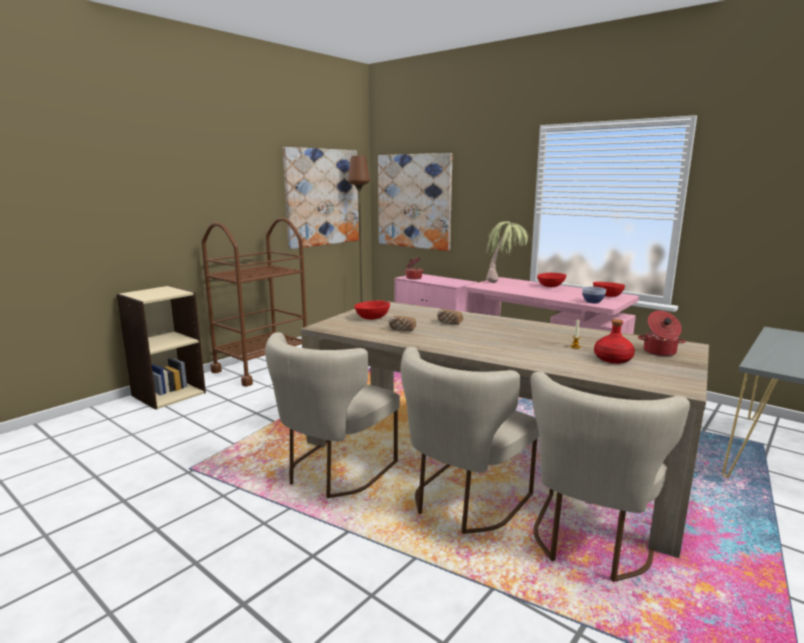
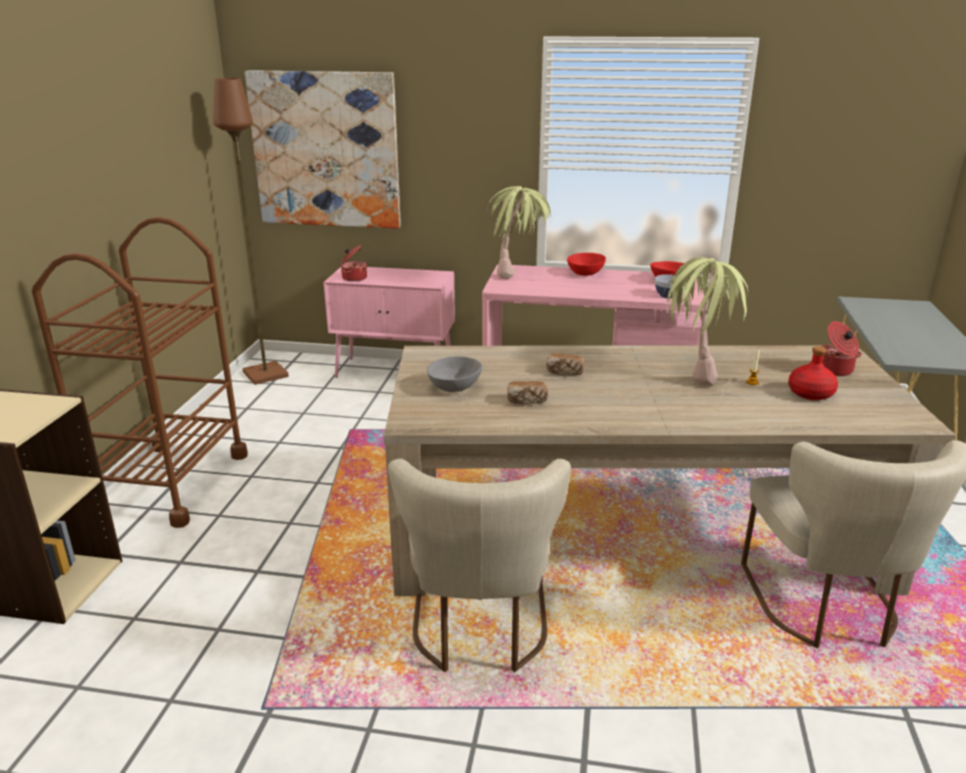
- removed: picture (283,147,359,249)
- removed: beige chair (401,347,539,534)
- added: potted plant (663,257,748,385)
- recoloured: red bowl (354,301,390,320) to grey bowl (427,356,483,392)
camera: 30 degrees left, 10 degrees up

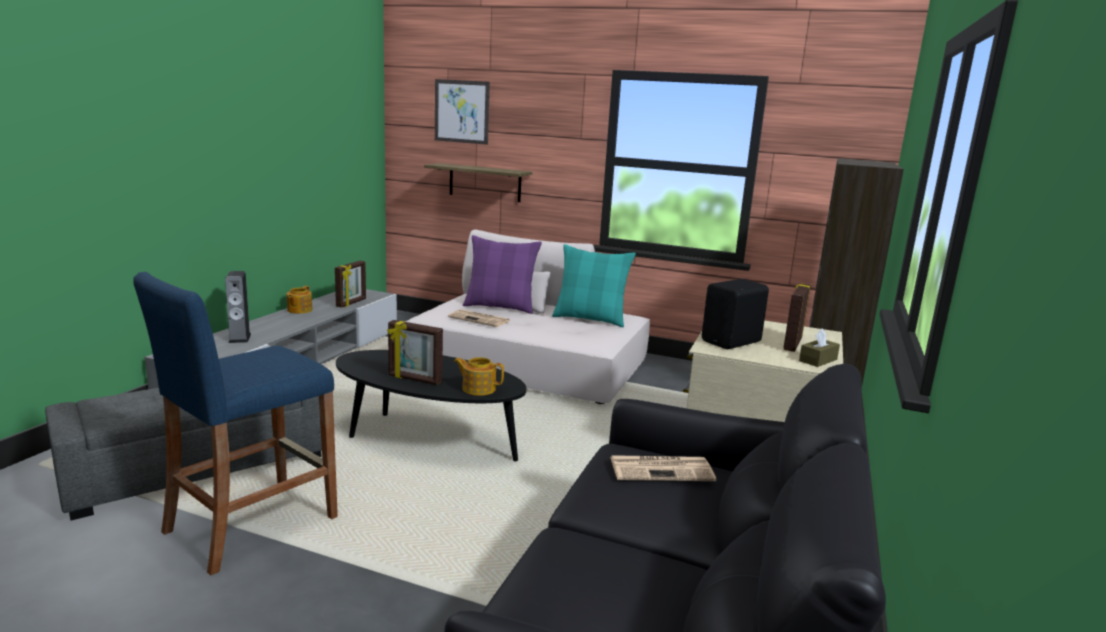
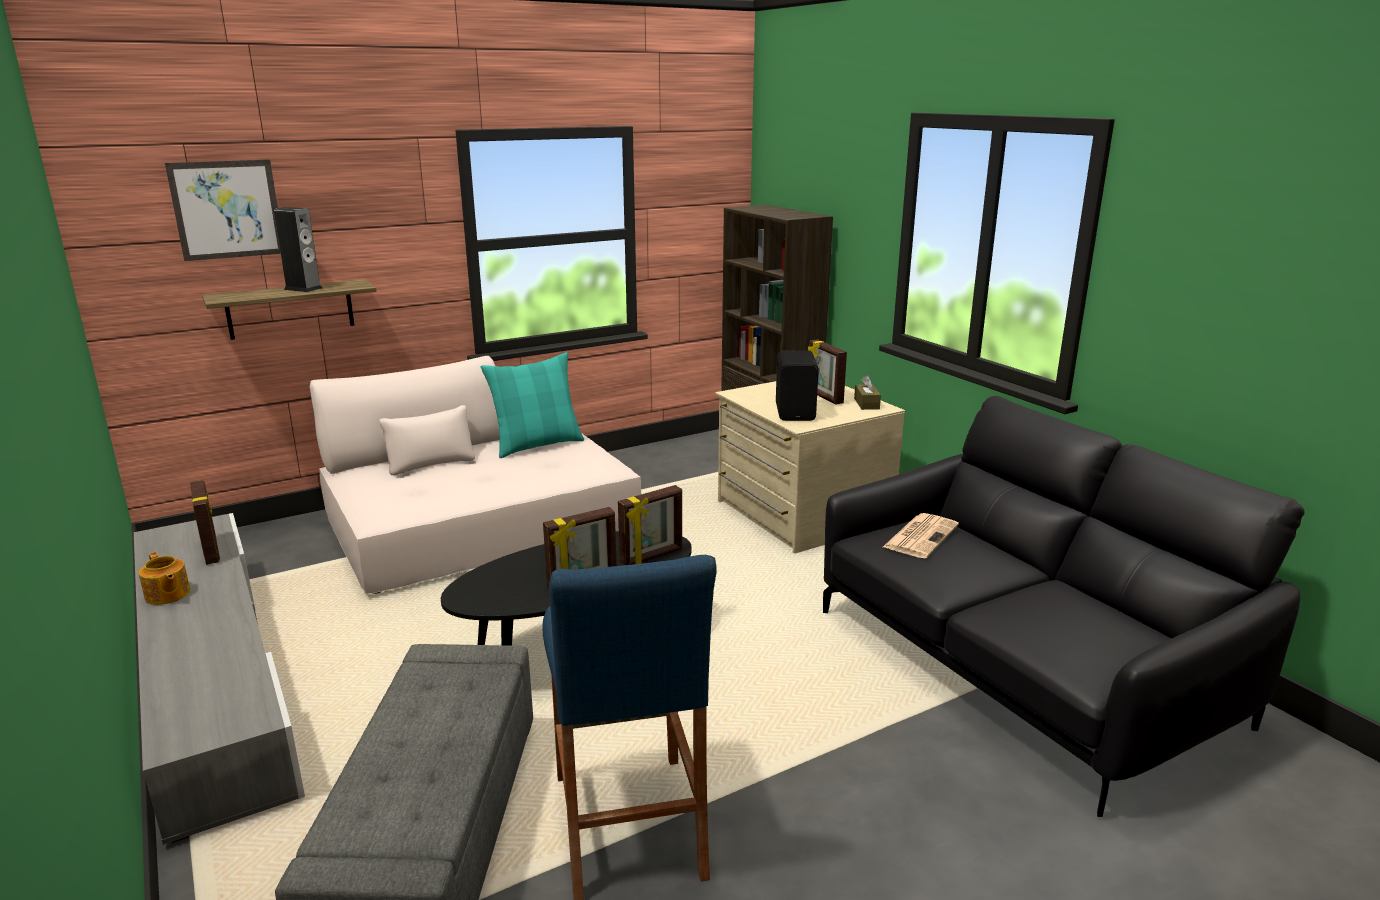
- removed: newspaper (448,309,510,327)
- removed: purple pillow (463,235,542,314)
- moved: speaker (225,271,251,343) to (274,207,323,292)
- replaced: teapot (454,357,504,396) to picture frame (618,485,682,565)
camera: 50 degrees left, 5 degrees up

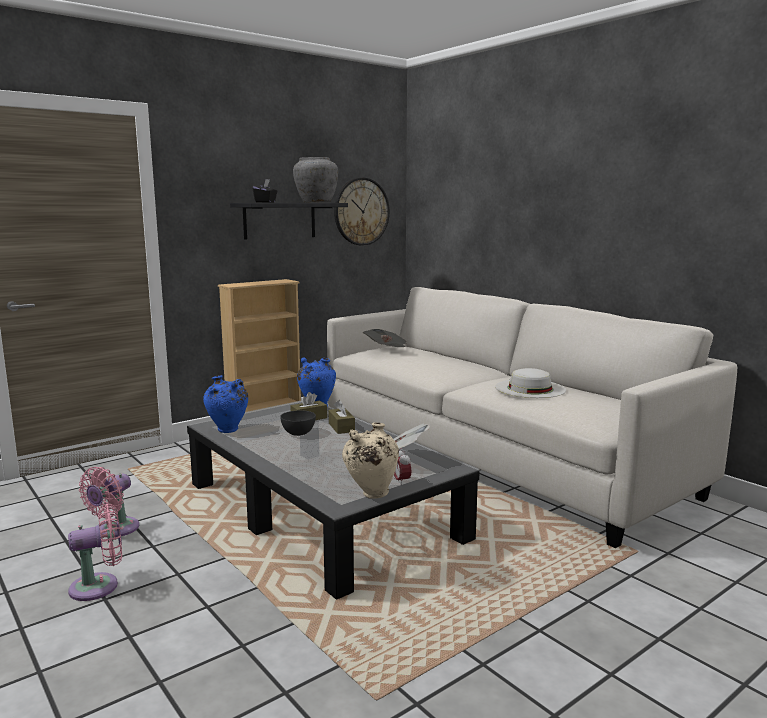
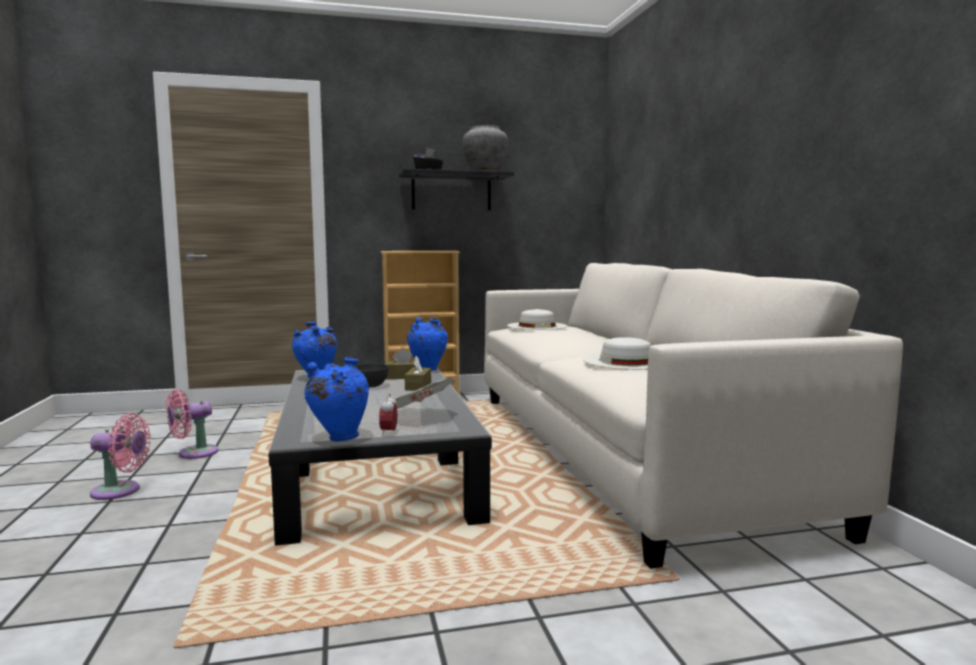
- removed: wall clock (334,178,390,246)
- replaced: newspaper (363,329,406,347) to white hat (507,309,567,330)
- recoloured: beige vase (342,422,399,499) to blue vase (304,357,369,442)
camera: 25 degrees right, 5 degrees down

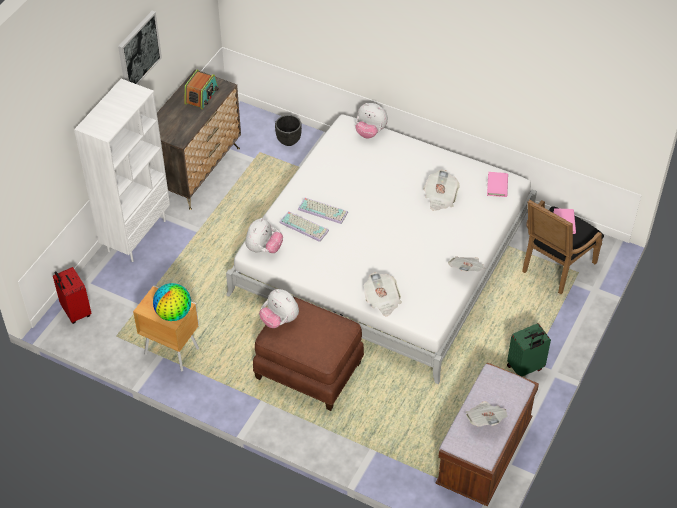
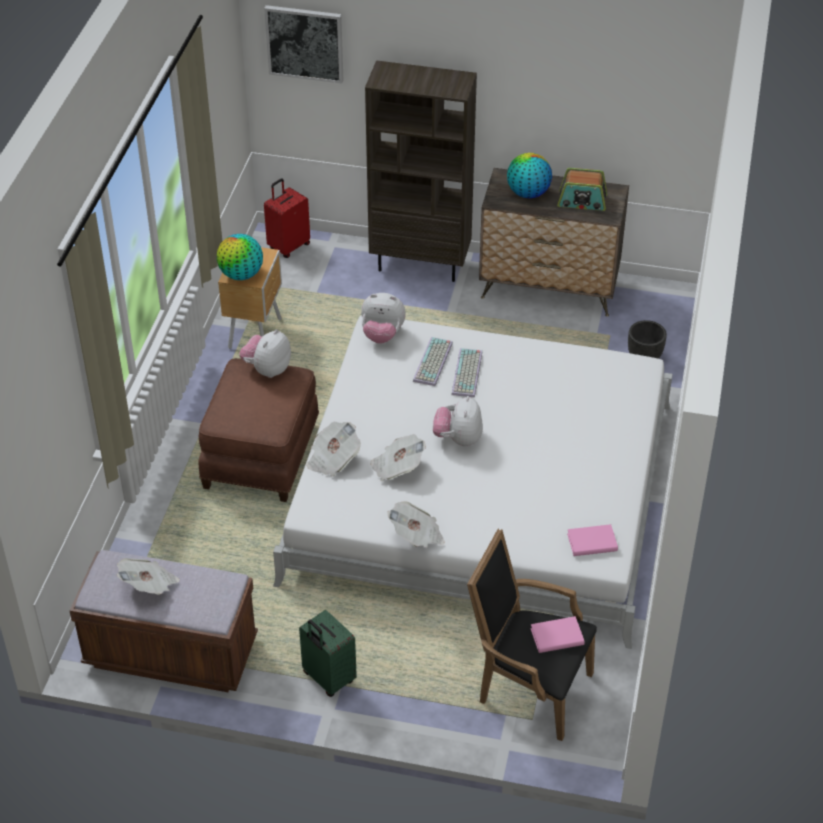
- added: globe (507,153,552,198)
- moved: picture (118,11,162,85) to (264,5,343,84)
- moved: plush toy (355,103,388,139) to (433,396,483,447)
- moved: newspaper (423,170,460,211) to (370,434,426,481)
- recoloured: white bookcase (74,79,170,262) to brown bookcase (365,60,477,282)
camera: 75 degrees right, 5 degrees down

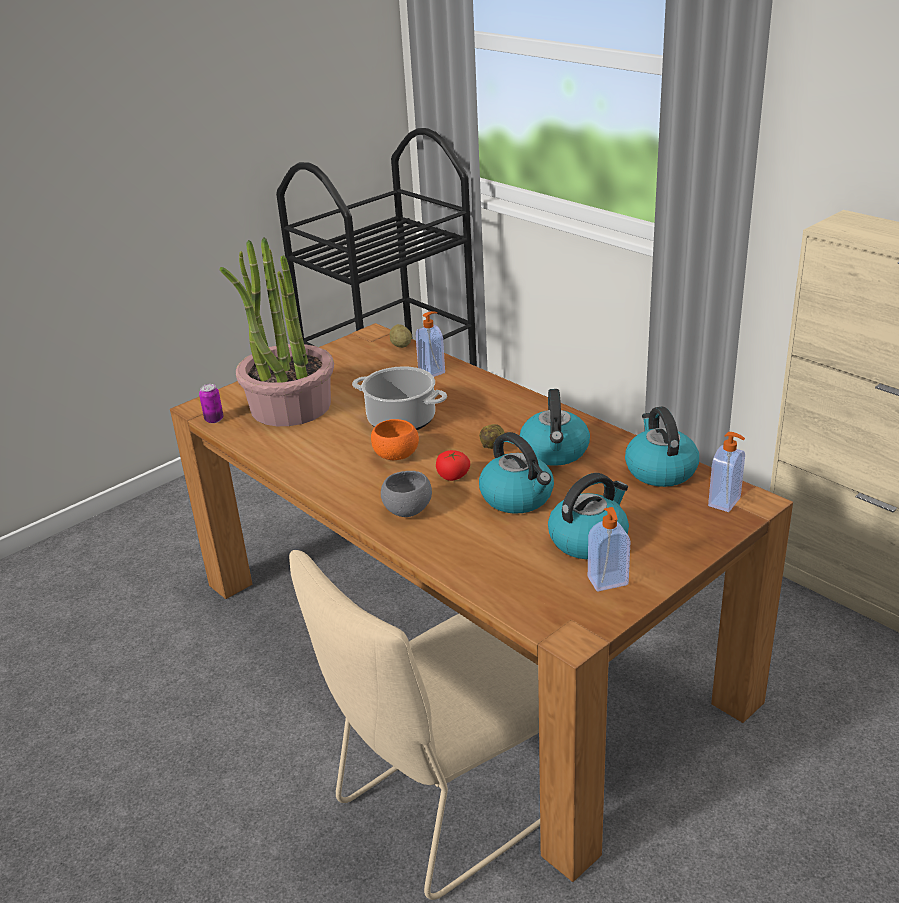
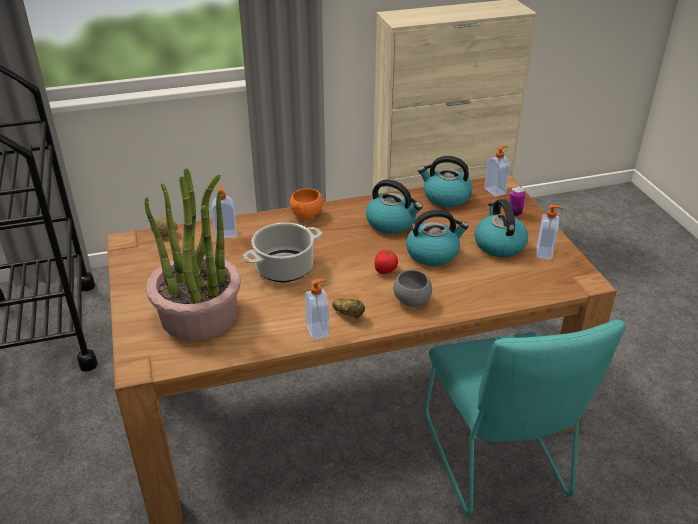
- added: soap dispenser (305,279,329,340)
- moved: can (199,384,223,423) to (509,186,525,216)
- moved: orange bowl (371,419,419,460) to (290,189,323,219)
- moved: potato (479,424,505,449) to (332,298,365,319)
- recoloured: beige chair (289,550,540,900) to turquoise chair (425,320,626,516)
camera: 65 degrees left, 5 degrees up

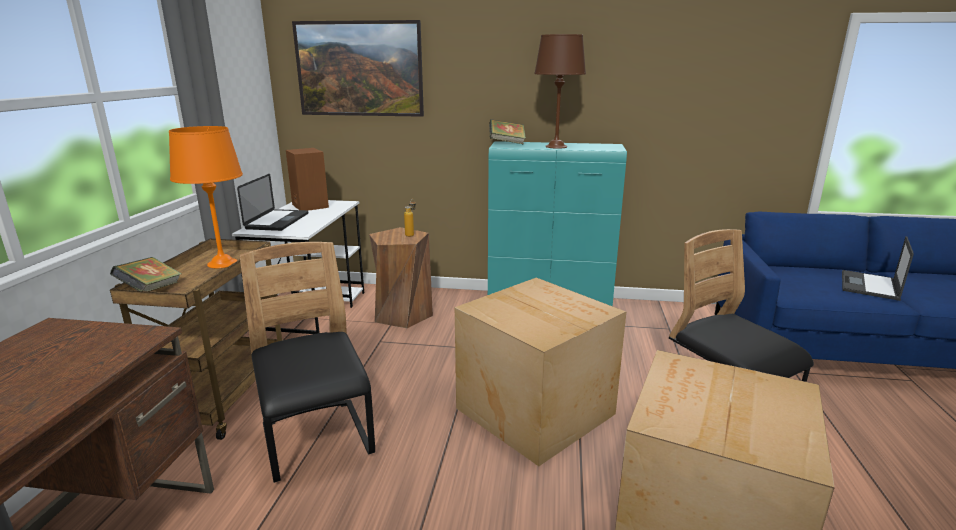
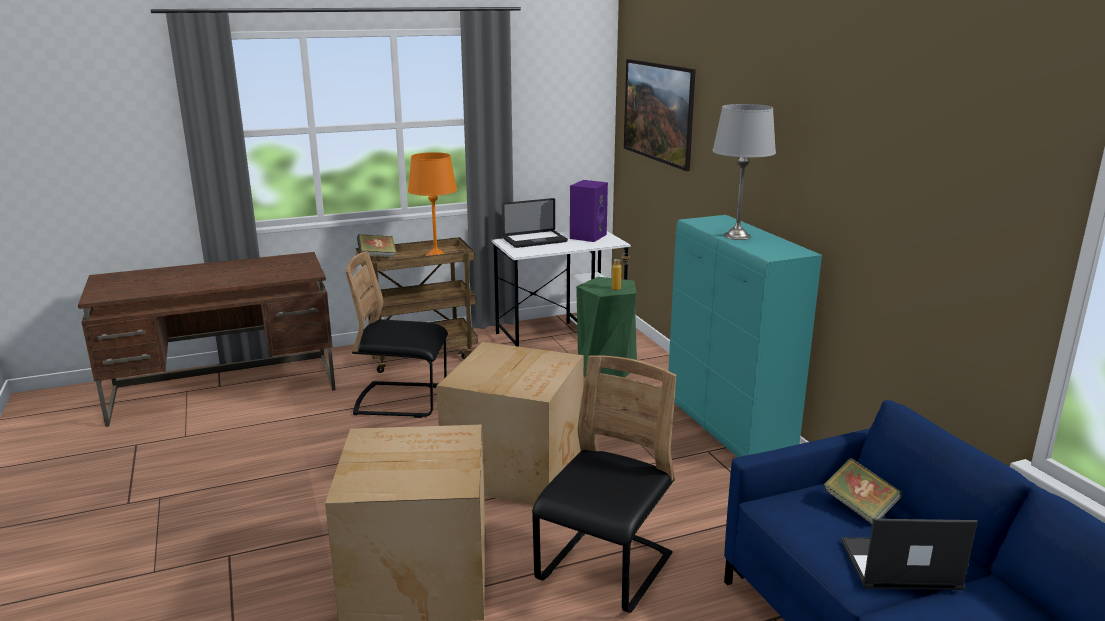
- moved: book (489,119,526,145) to (823,458,902,525)
- recoloured: brown speaker (286,148,329,211) to purple speaker (570,180,608,242)
- recoloured: brown stool (369,227,433,328) to green stool (576,277,637,378)
- recoloured: brown table lamp (534,34,586,149) to grey table lamp (712,104,776,240)
- turned: black chair (240,242,375,483) = (346,251,448,418) 120 degrees counterclockwise
camera: 60 degrees right, 0 degrees up

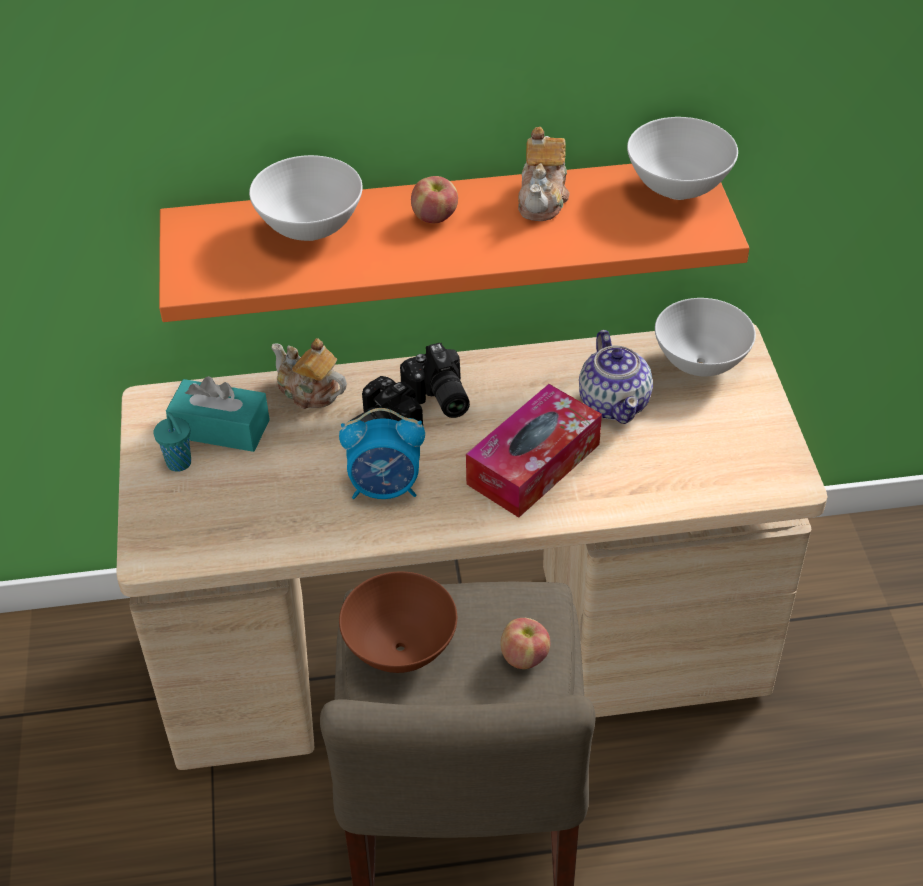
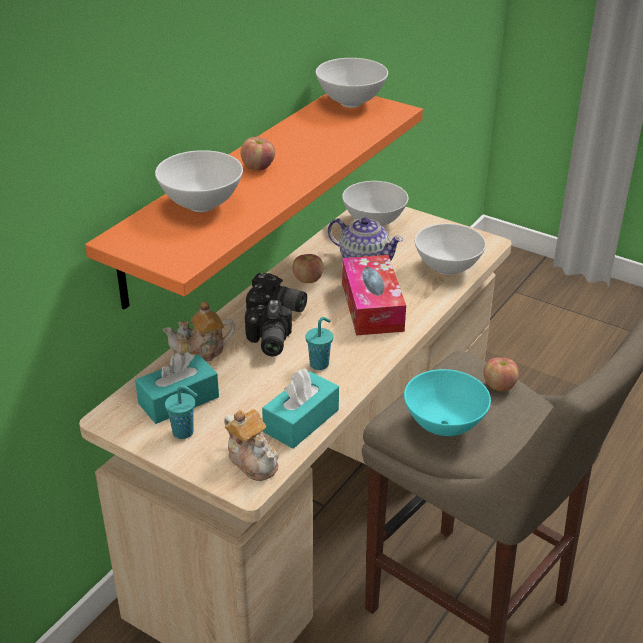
- added: turquoise tissue box (262,368,339,449)
- added: apple (292,254,323,283)
- added: white bowl (415,223,486,275)
- moved: teapot (518,127,569,221) to (224,409,279,481)
- replaced: alarm clock (339,408,425,499) to turquoise cup (305,317,333,370)
- recoloured: brown bowl (339,571,457,673) to turquoise bowl (404,369,491,436)
camera: 50 degrees left, 10 degrees down

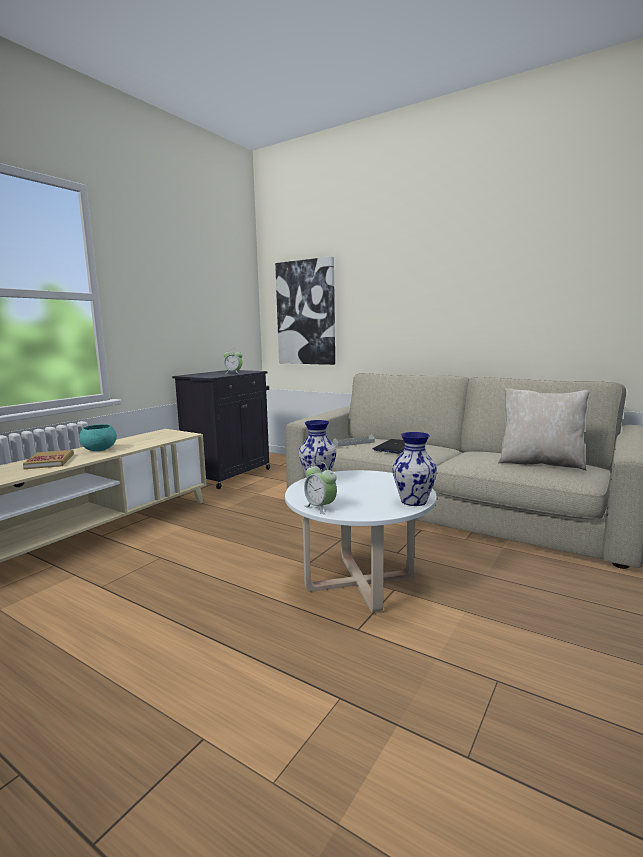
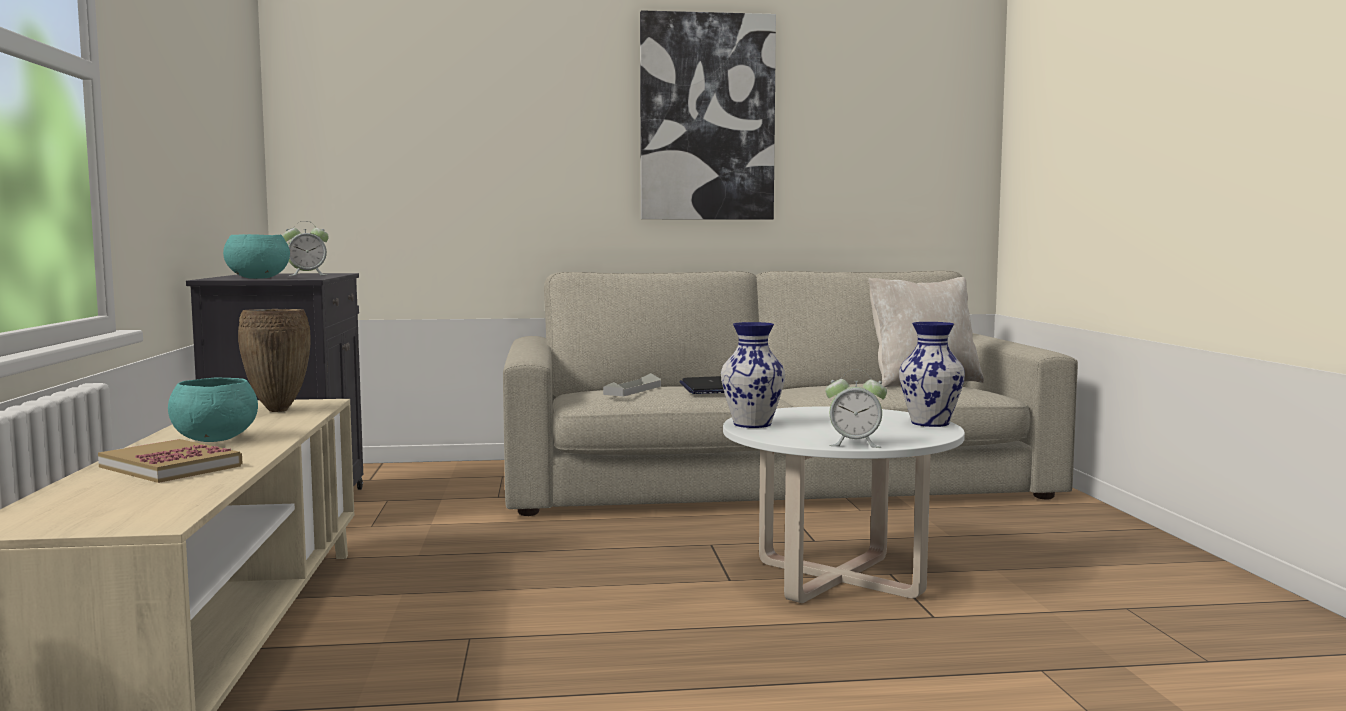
- added: turquoise bowl (223,234,290,279)
- added: brown vase (238,309,311,412)
- moved: picture (275,256,335,365) to (640,10,776,220)
camera: 40 degrees left, 5 degrees down

